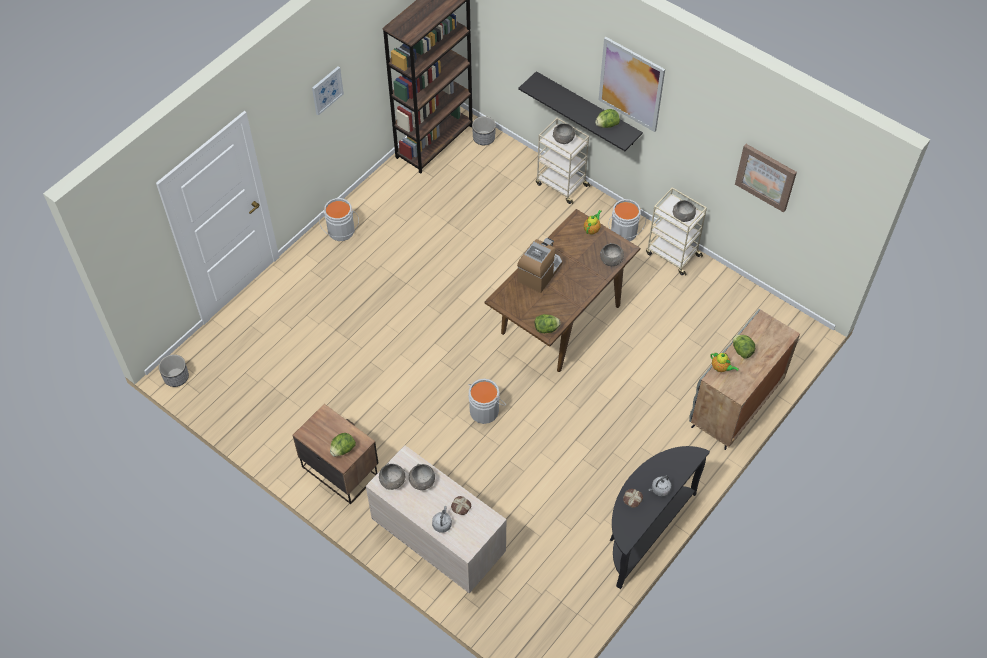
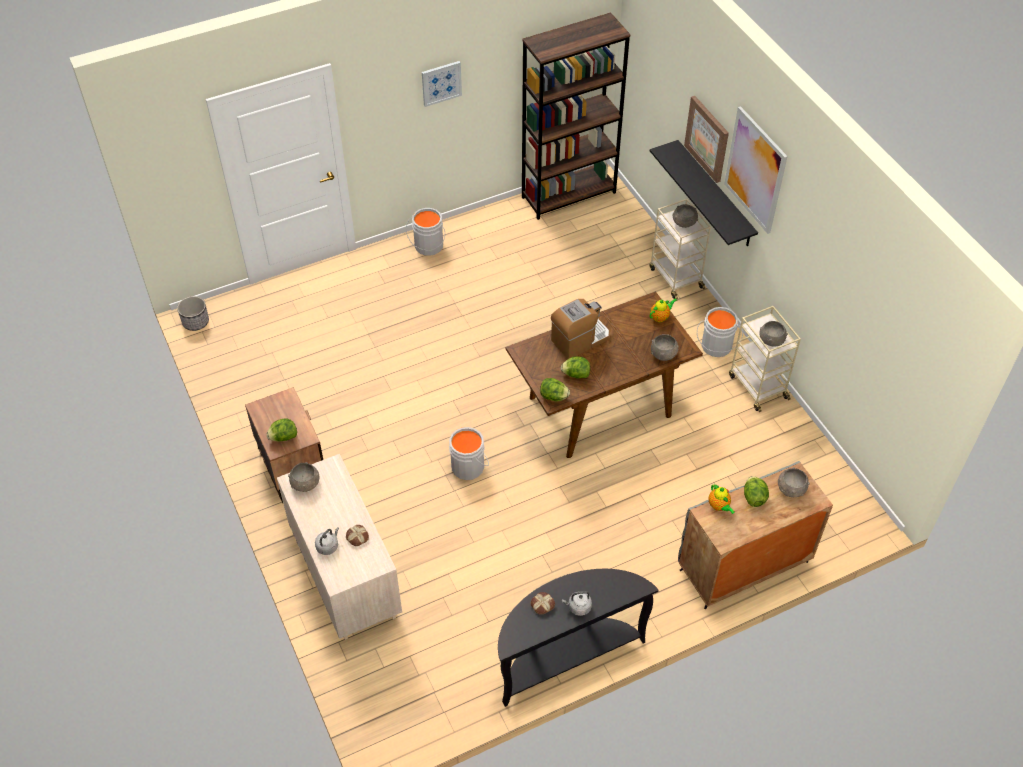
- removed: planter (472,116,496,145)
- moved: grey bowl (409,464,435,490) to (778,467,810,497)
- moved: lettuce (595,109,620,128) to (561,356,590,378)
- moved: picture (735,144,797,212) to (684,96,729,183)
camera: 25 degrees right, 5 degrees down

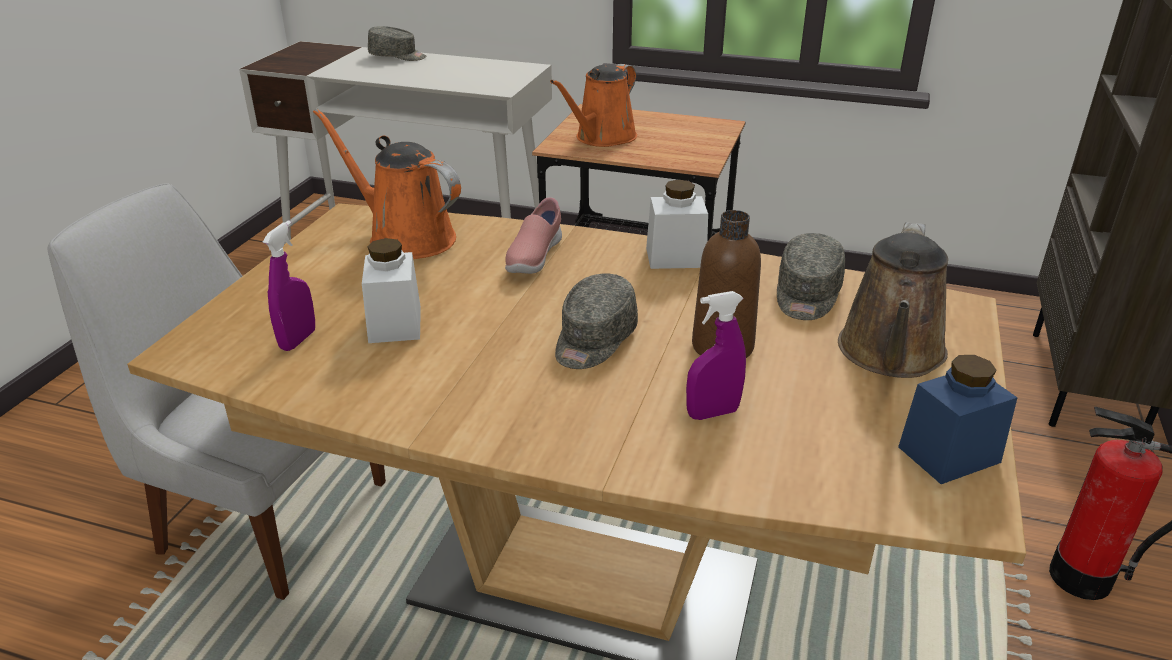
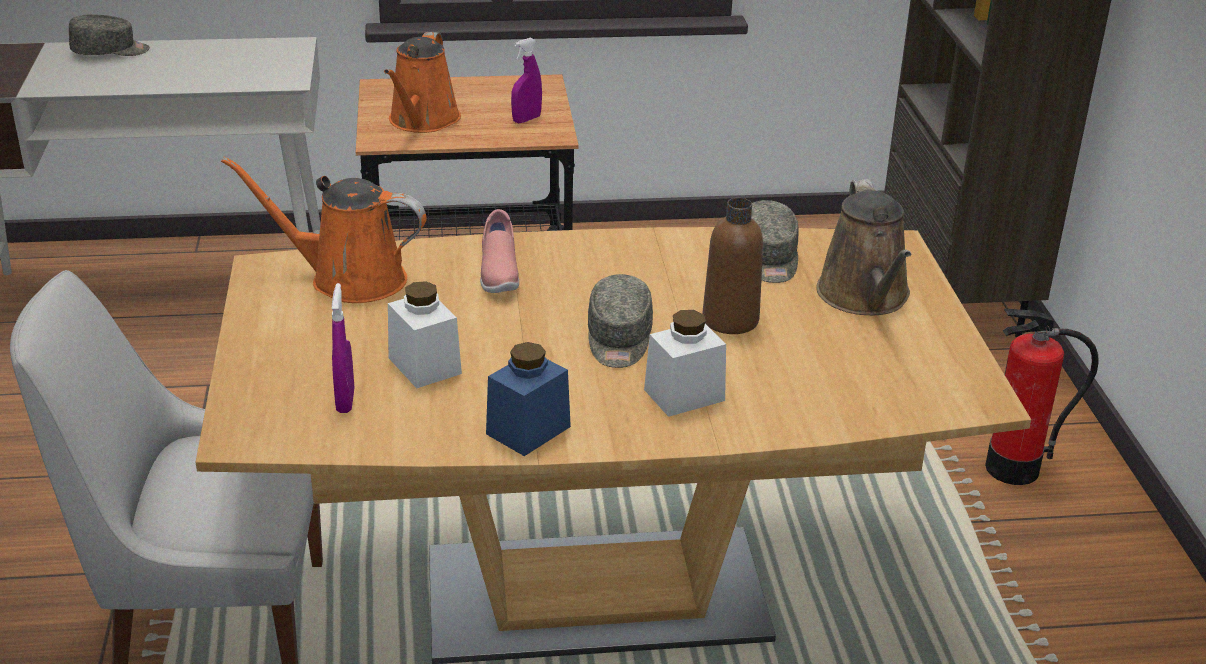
- moved: white jar (646,179,708,269) to (644,310,726,417)
- moved: purple spray bottle (686,291,746,420) to (511,38,542,123)
- moved: blue jar (898,355,1017,484) to (486,342,571,456)
camera: 25 degrees left, 0 degrees up

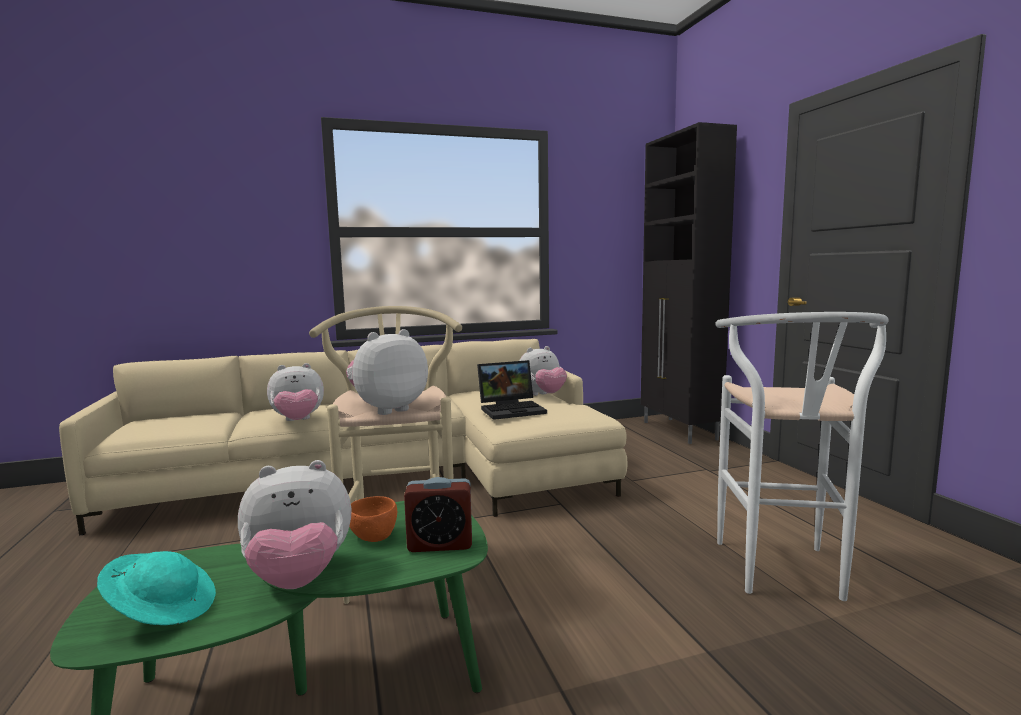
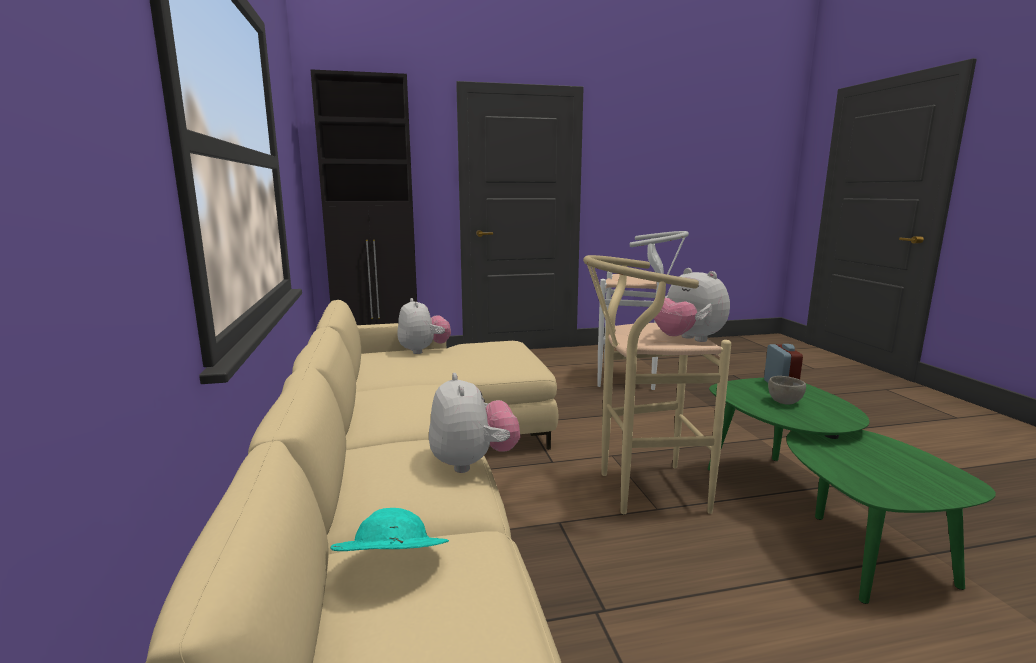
- removed: plush toy (238,460,352,589)
- removed: laptop (477,360,547,420)
- moved: turquoise hat (97,551,216,625) to (330,508,449,551)
- recoloured: orange bowl (349,496,397,542) to grey bowl (768,376,806,405)
camera: 85 degrees left, 5 degrees up

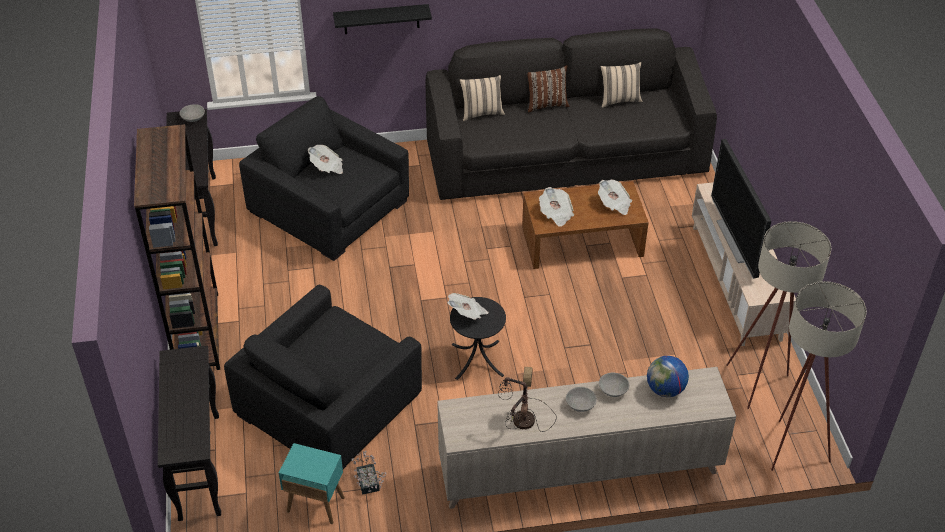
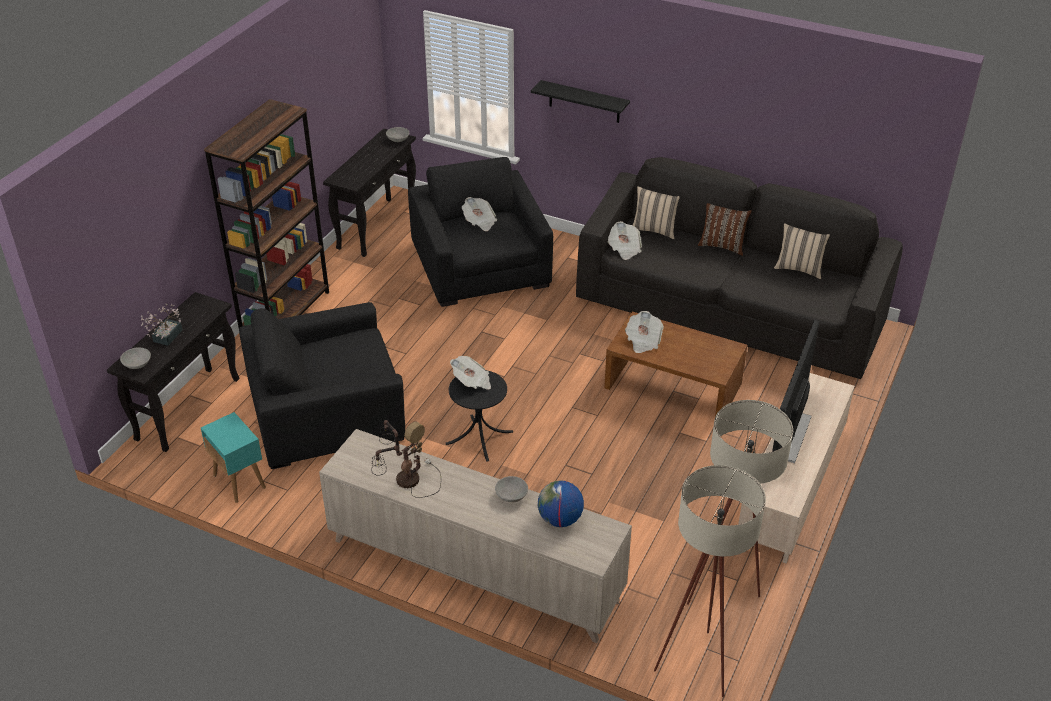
- moved: potted plant (352,451,386,495) to (141,304,183,346)
- moved: grey bowl (566,387,597,412) to (120,347,151,369)
- moved: newspaper (598,180,632,215) to (608,221,642,260)
camera: 35 degrees right, 5 degrees down

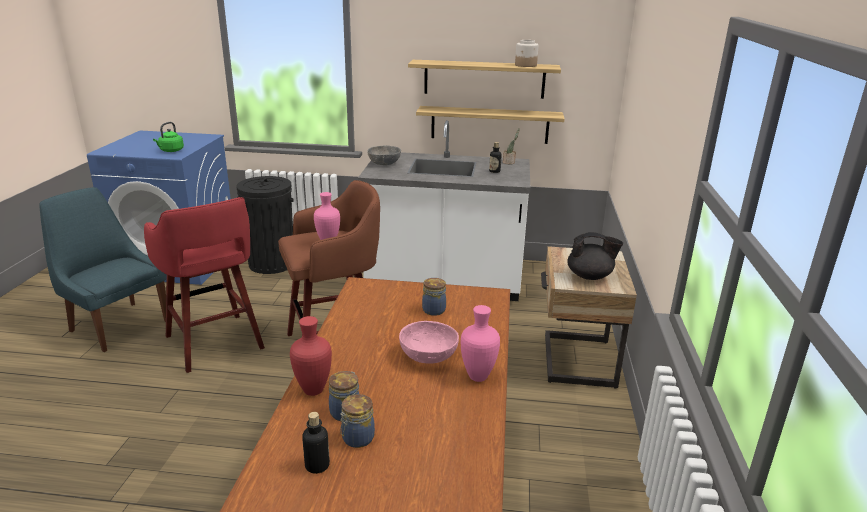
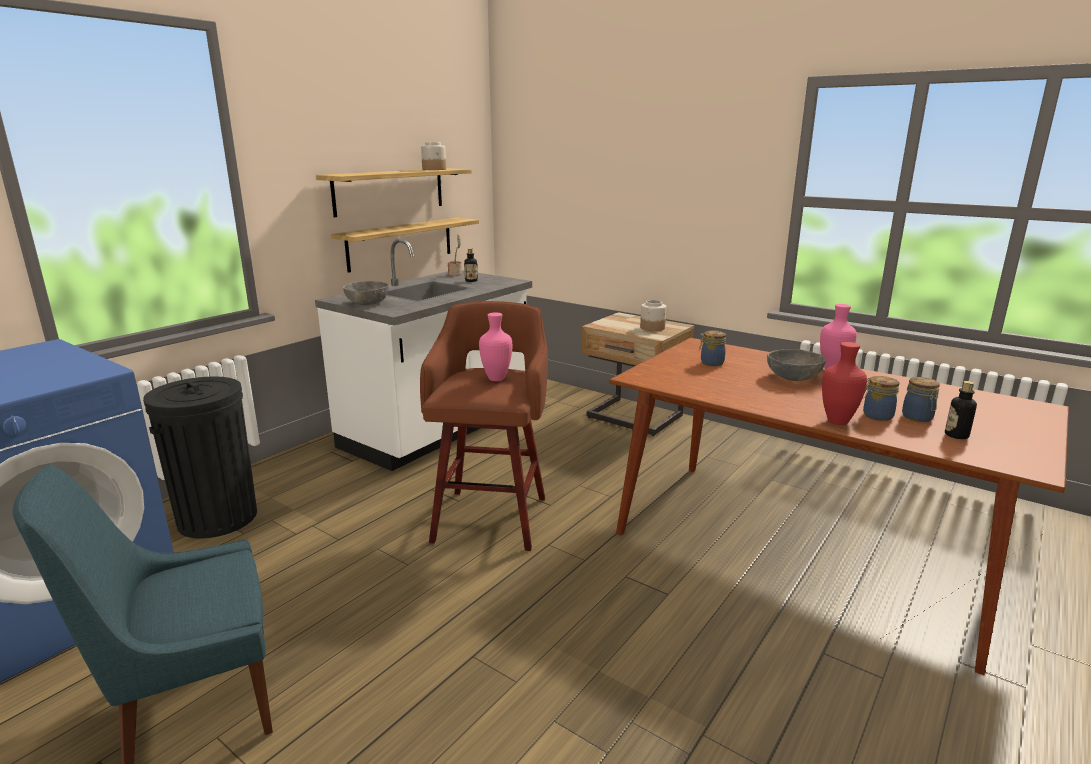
- removed: red stool (144,197,265,373)
- removed: green kettle (153,122,184,152)
- replaced: black teapot (567,232,623,280) to jar (640,300,666,331)
- recoloured: pink bowl (399,321,459,364) to grey bowl (767,349,826,381)
camera: 60 degrees left, 5 degrees down

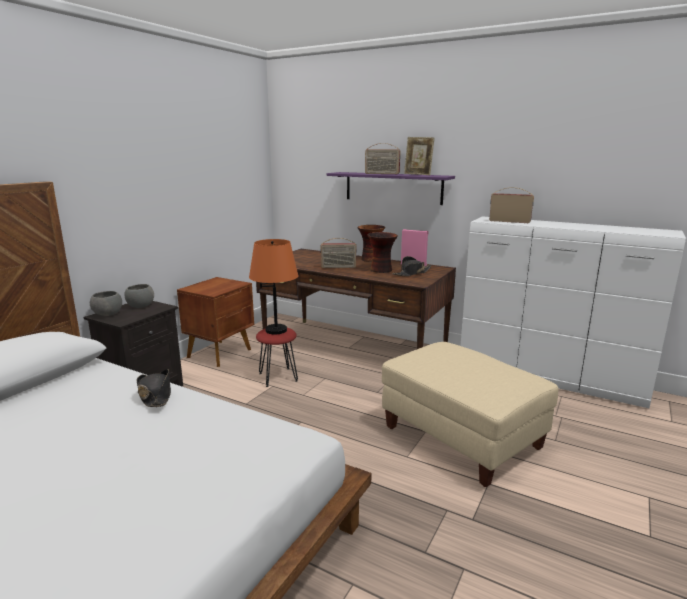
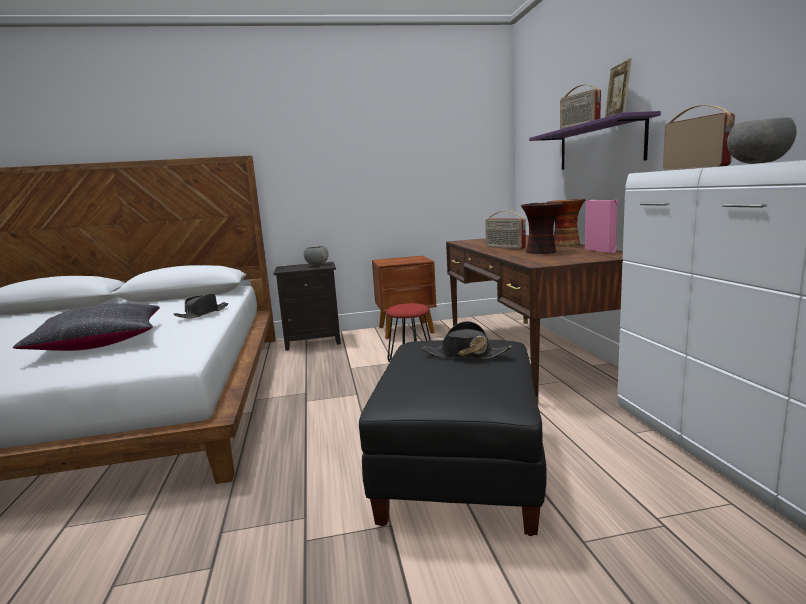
- removed: orange table lamp (249,239,298,335)
- added: black pillow (13,303,160,351)
- moved: grey bowl (90,291,122,316) to (727,117,797,164)
- moved: black hat (393,256,432,276) to (422,321,512,359)
- recoloured: beige ottoman (382,342,559,487) to black ottoman (359,340,547,536)
camera: 50 degrees right, 5 degrees down

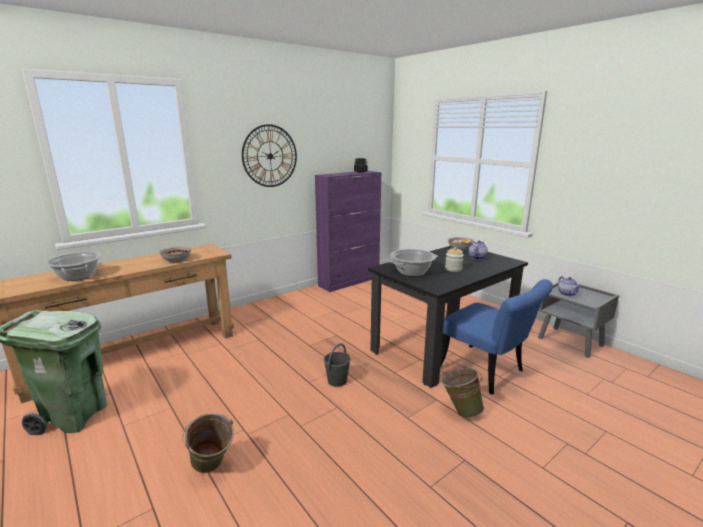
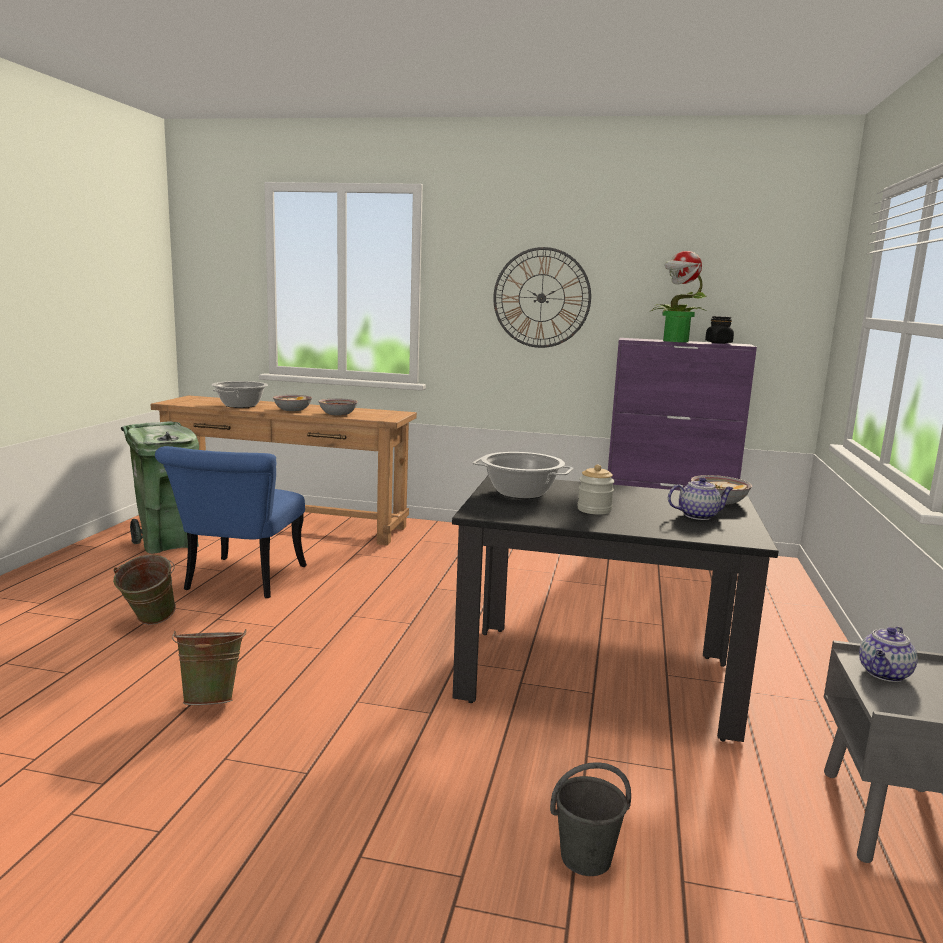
- added: bowl (273,395,312,411)
- added: potted plant (651,251,707,342)
- moved: grey bucket (324,343,351,387) to (550,762,631,876)
- moved: blue chair (440,279,553,394) to (155,446,307,598)
- moved: green bucket (441,365,484,418) to (172,629,246,705)
camera: 50 degrees right, 5 degrees down

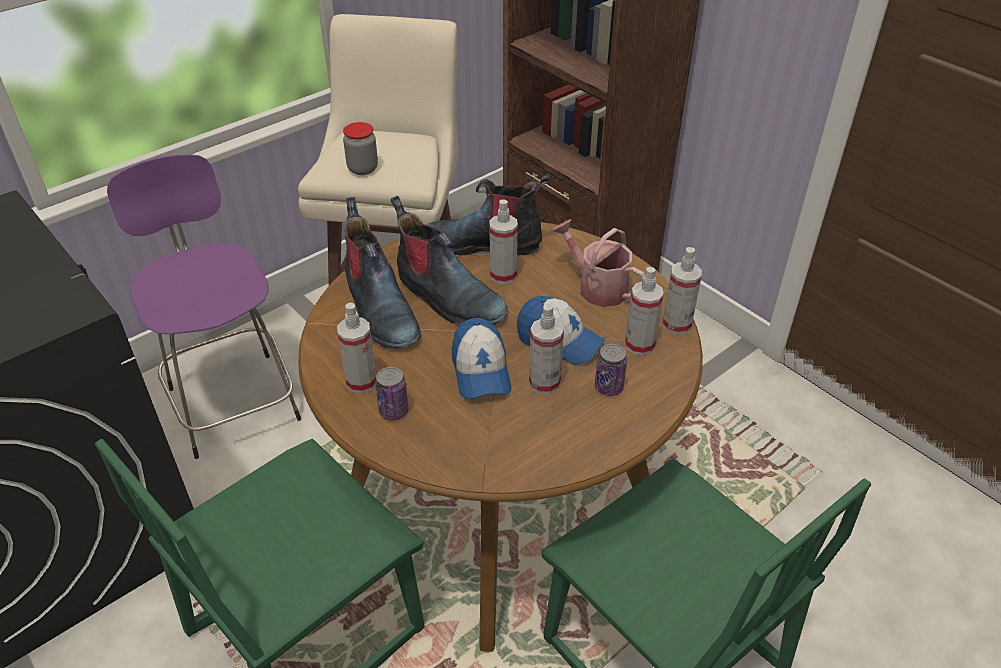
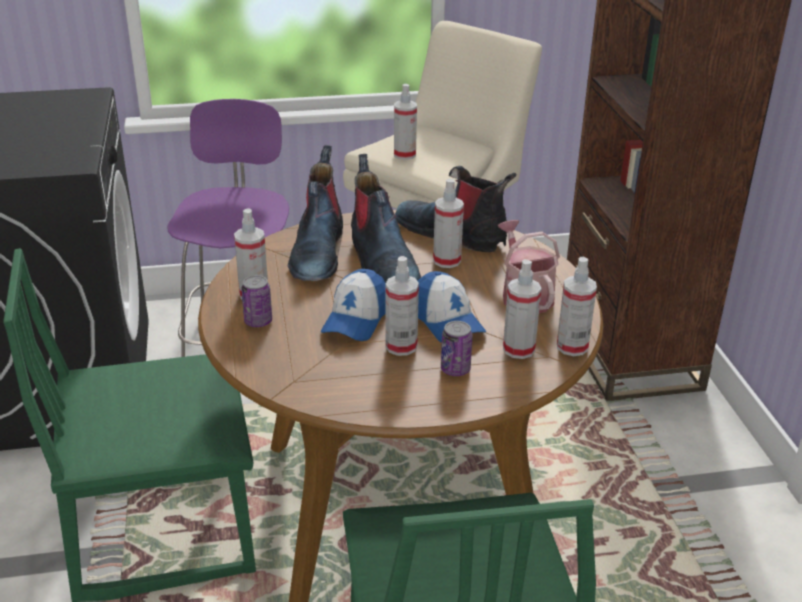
- replaced: jar (343,122,378,175) to spray bottle (394,84,417,160)
camera: 30 degrees right, 10 degrees down

